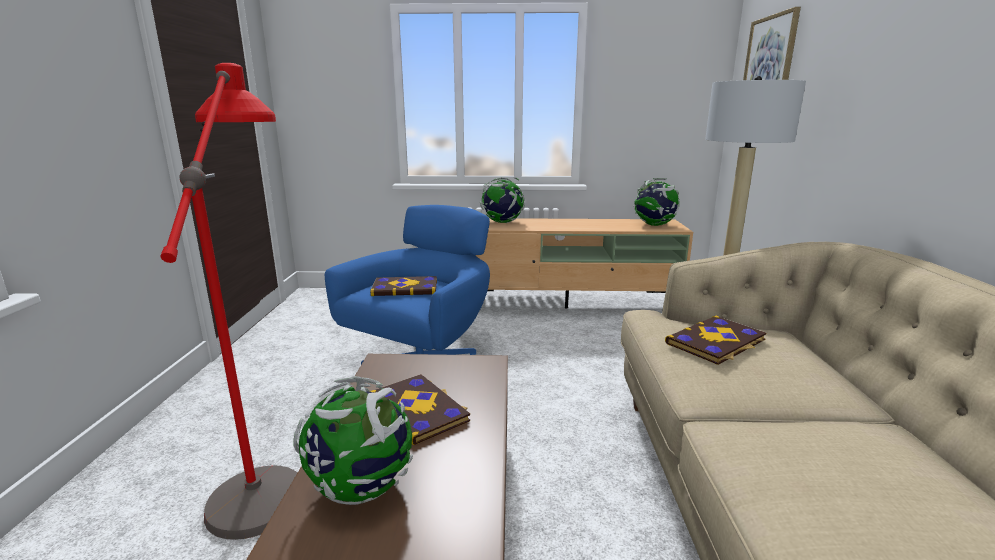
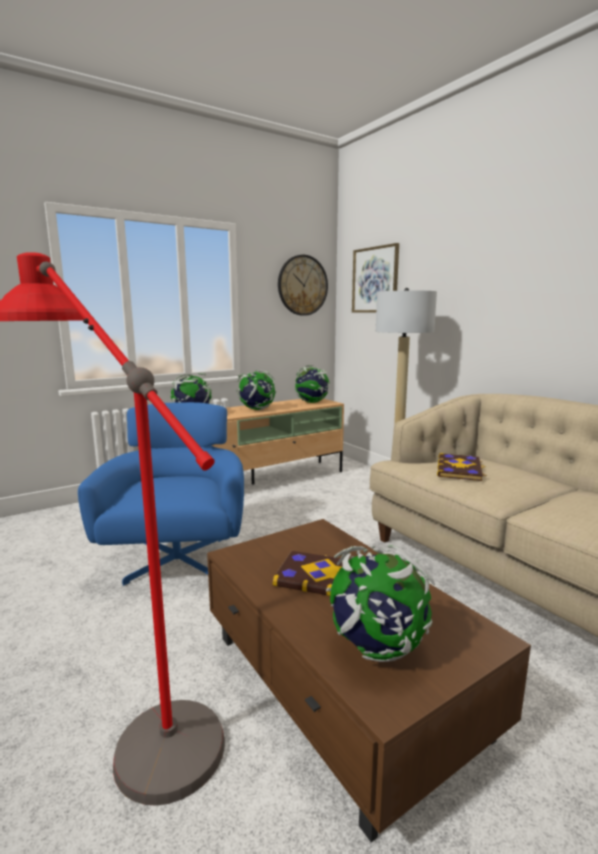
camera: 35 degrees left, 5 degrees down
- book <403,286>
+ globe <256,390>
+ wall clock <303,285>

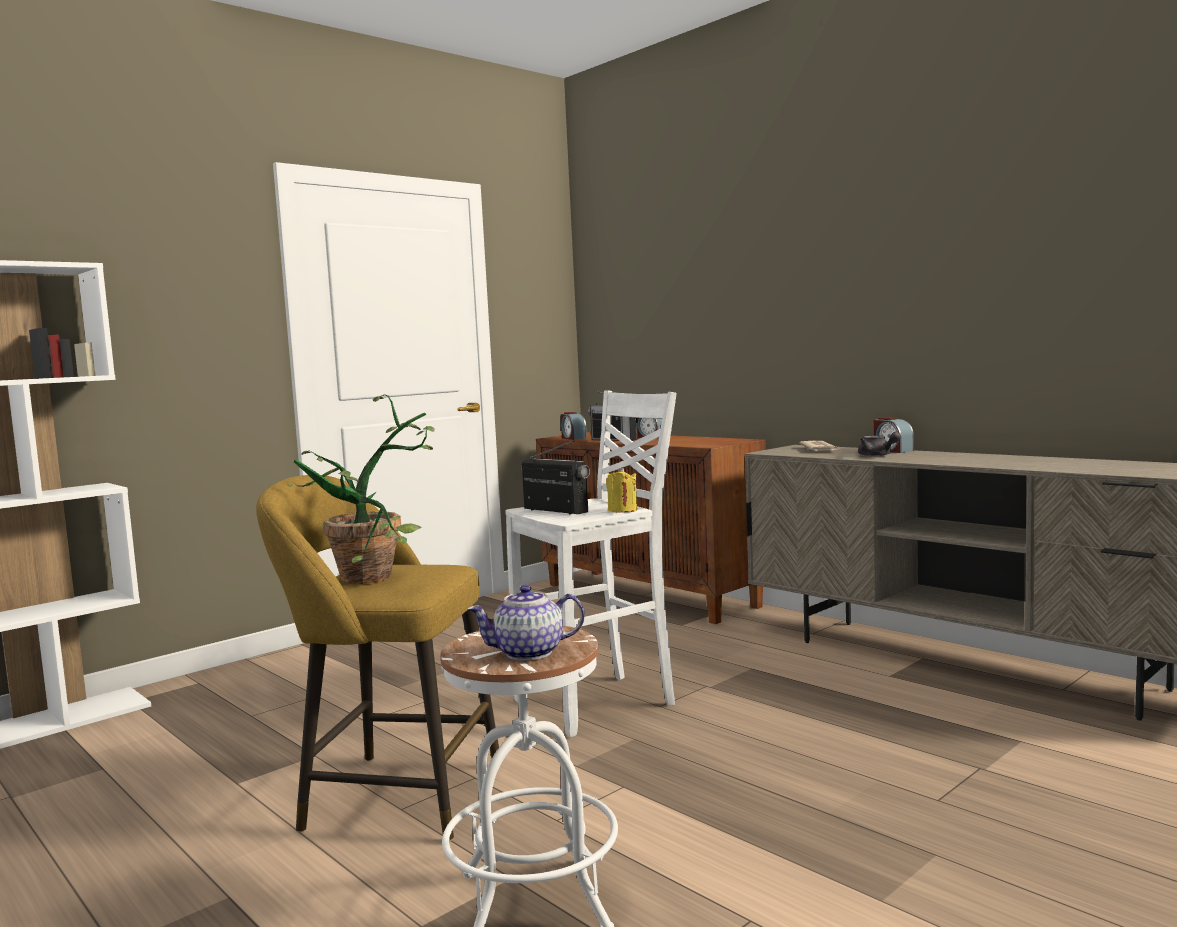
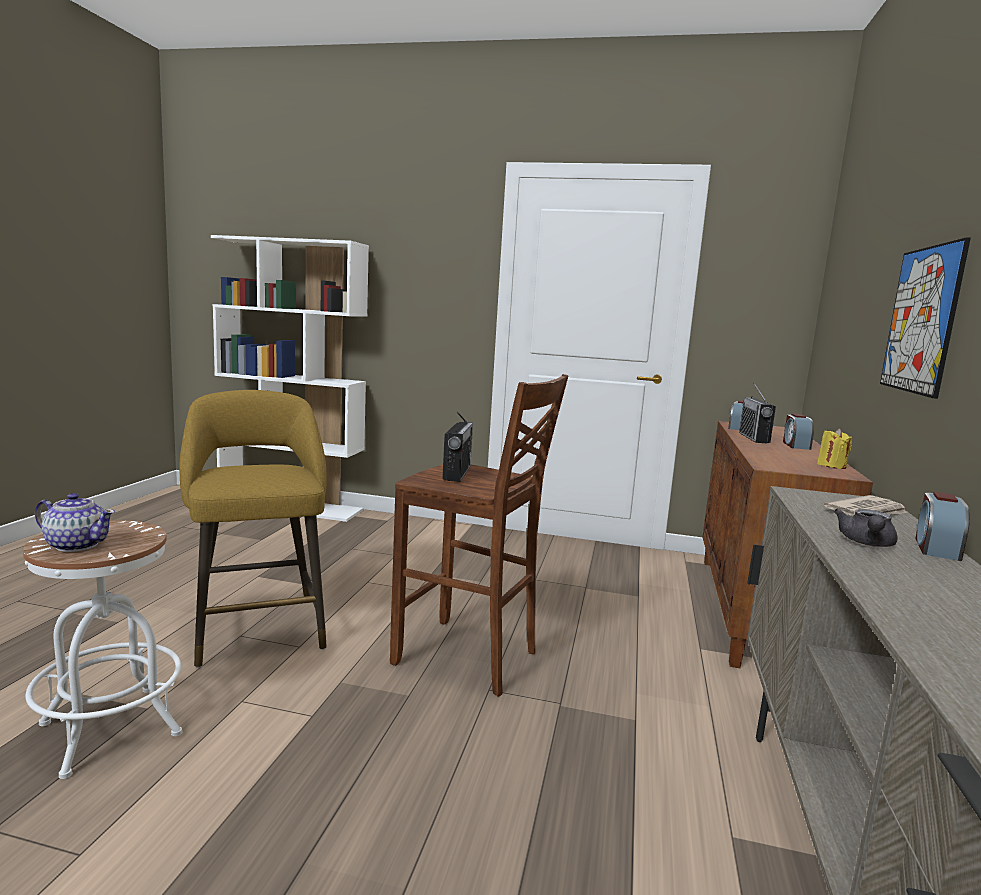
camera: 55 degrees right, 5 degrees up
- potted plant <361,489>
+ picture <925,318>
~ yellow candle <621,490> to <834,448>
~ white stool <591,563> to brown stool <479,535>
~ teapot <526,623> = <75,522> 150 degrees clockwise

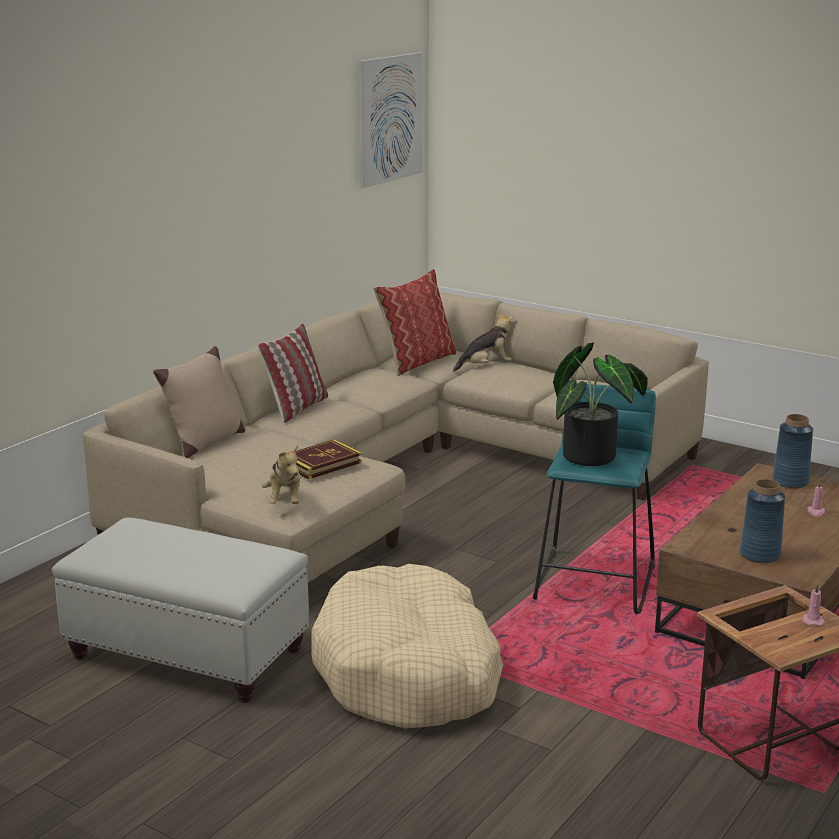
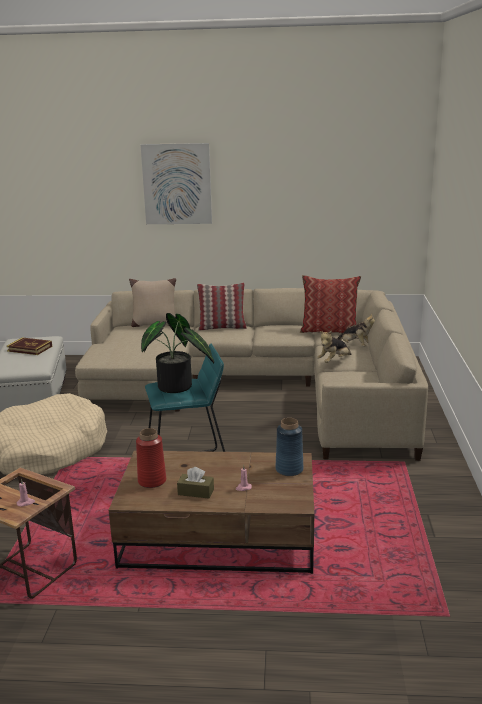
camera: 60 degrees right, 0 degrees up
+ brown tissue box <195,482>
~ plush toy <280,474> to <334,346>
~ book <329,459> to <29,346>
~ picture <390,120> to <176,183>
~ blue vase <762,521> to red vase <151,458>

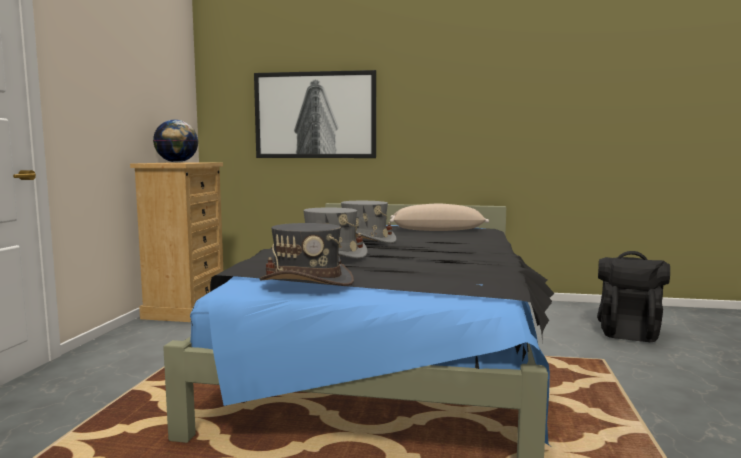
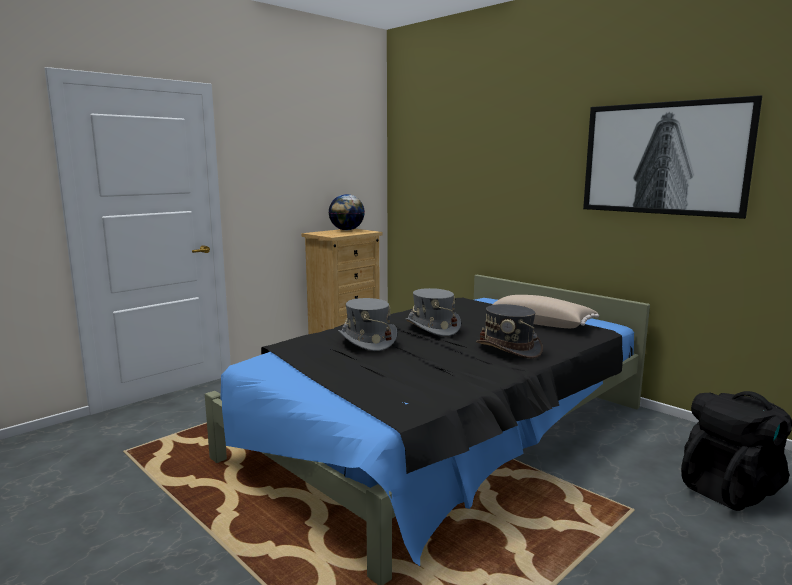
camera: 35 degrees right, 5 degrees up
~ picture <315,114> to <672,157>
~ grey hat <307,254> to <509,331>

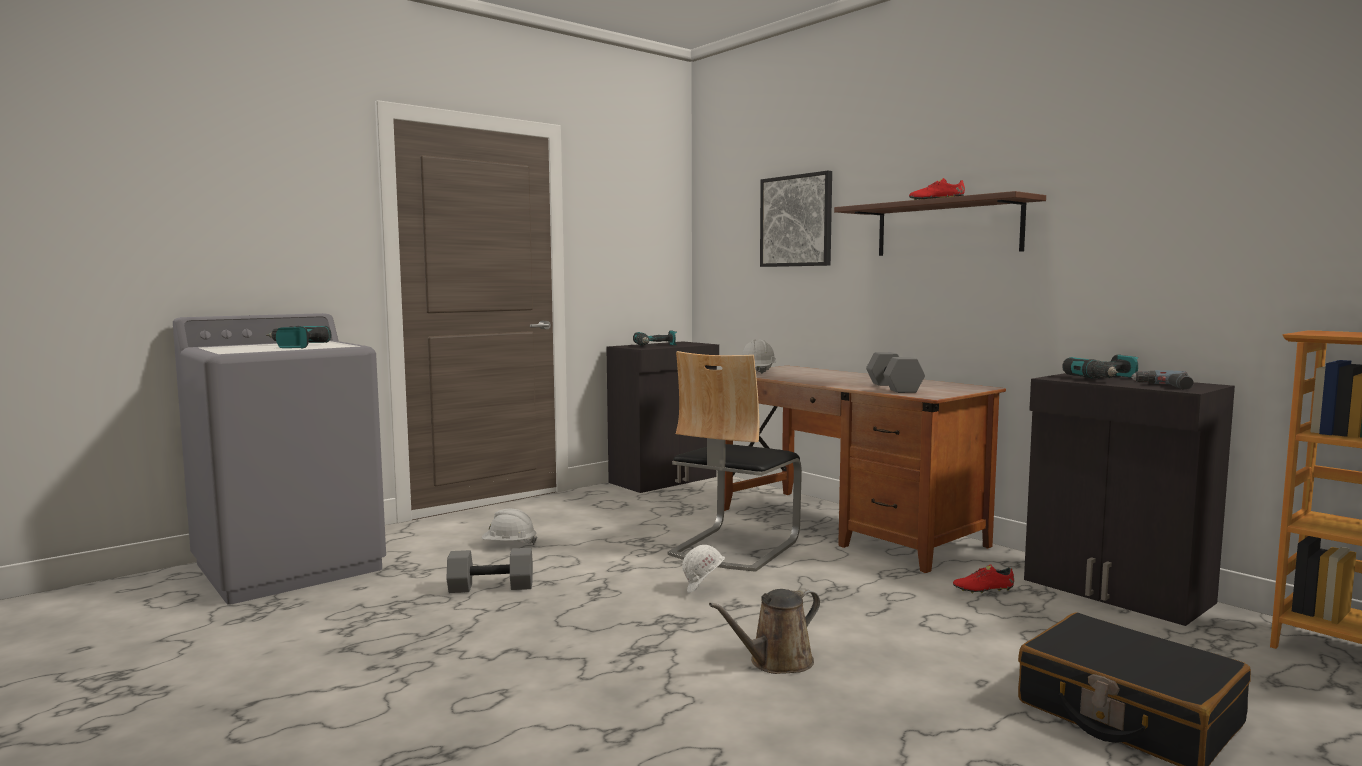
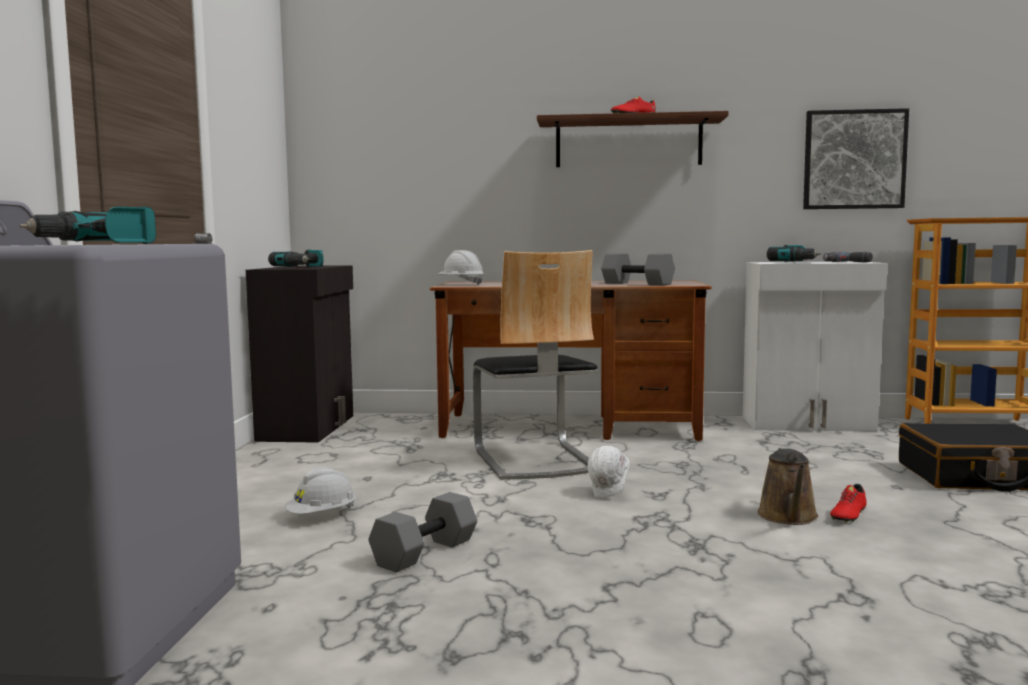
camera: 45 degrees left, 0 degrees up
~ picture <796,219> to <856,158>
~ red shoe <983,578> to <848,503>
~ black cabinet <1129,499> to white cabinet <815,346>

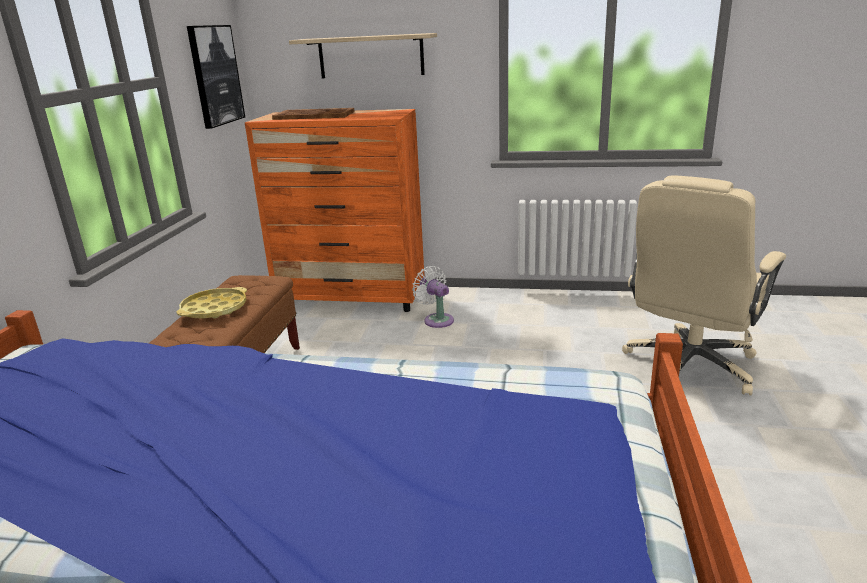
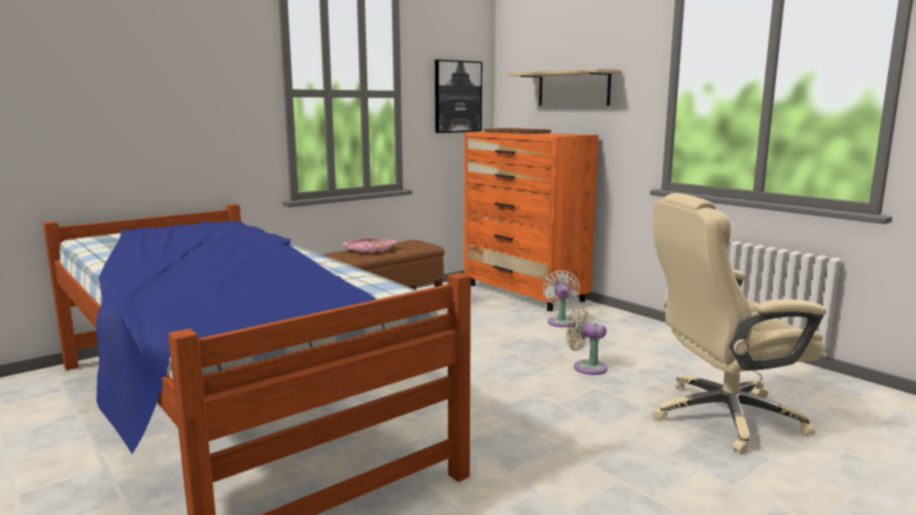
camera: 40 degrees right, 10 degrees down
+ beige fan <587,341>
~ yellow tray <212,303> to pink tray <369,245>

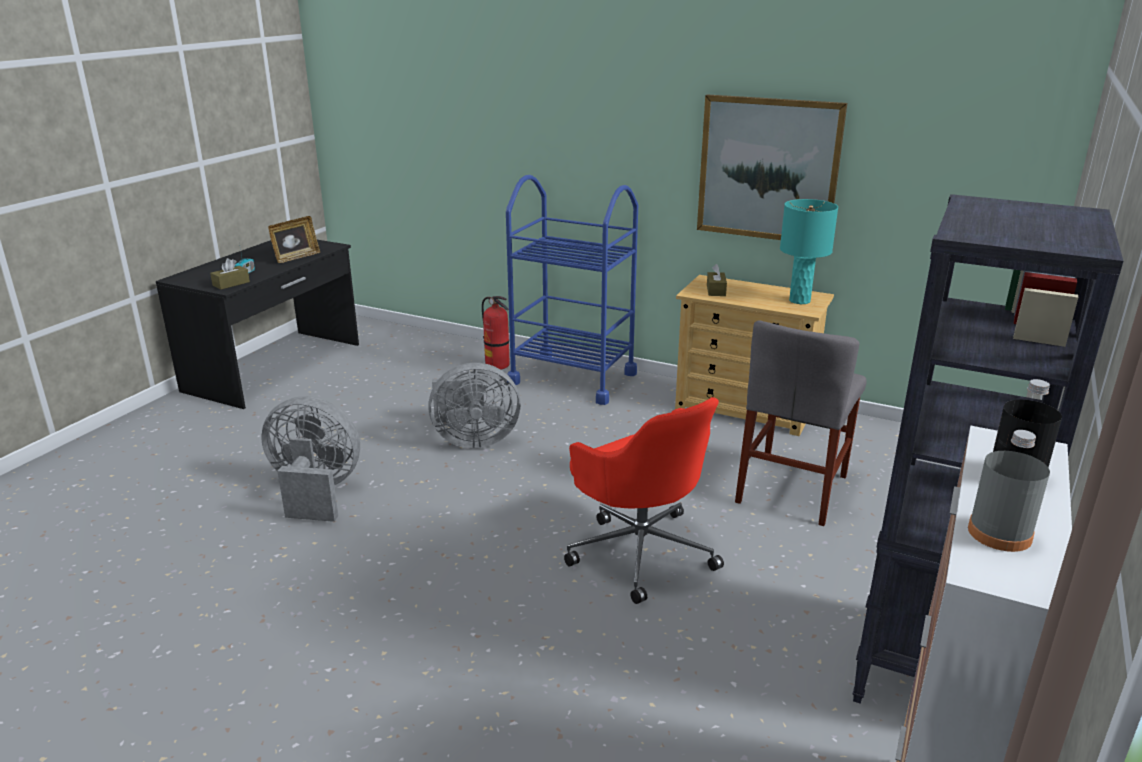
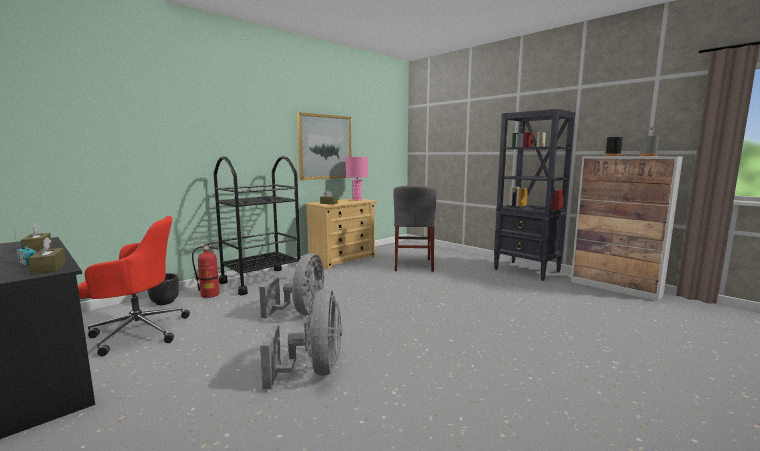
camera: 70 degrees left, 15 degrees down
+ black planter <163,289>
~ red office chair <644,500> to <134,286>
~ picture frame <294,239> to brown tissue box <36,237>
~ blue cart <572,290> to black cart <256,226>
~ turquoise table lamp <809,251> to pink table lamp <357,179>
~ grey fan <310,459> = <301,339> 150 degrees clockwise
~ grey chair <801,423> = <415,228> 45 degrees clockwise

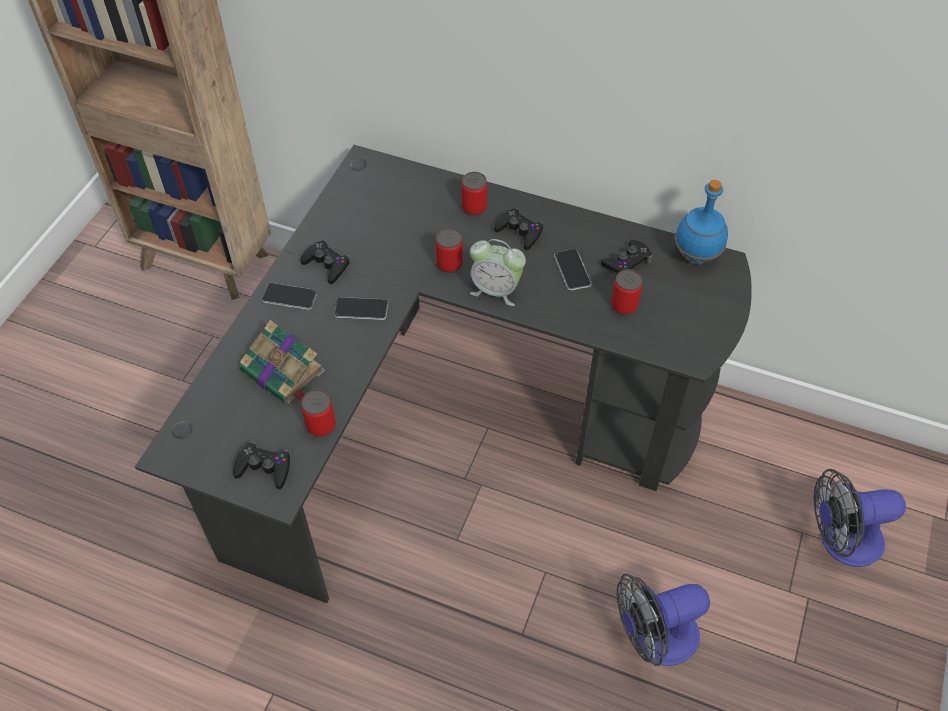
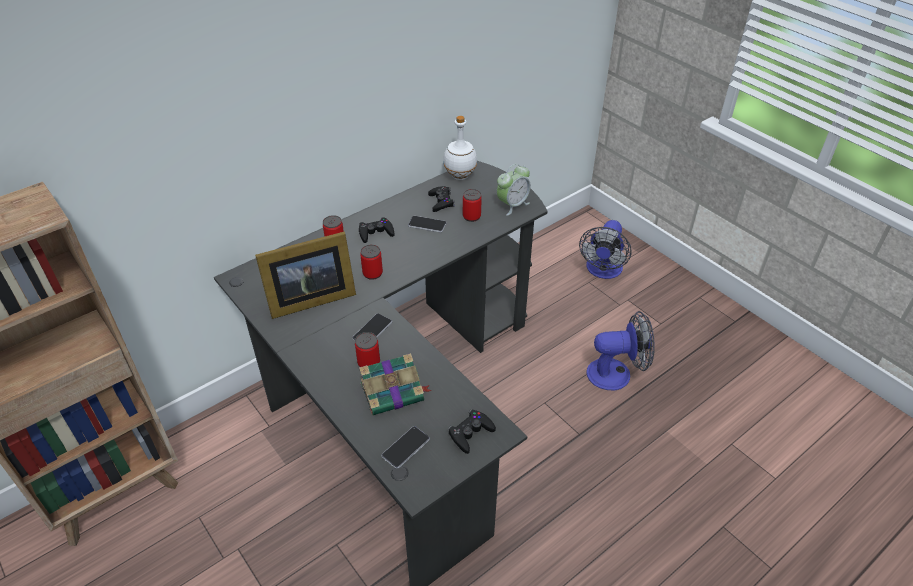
camera: 60 degrees left, 10 degrees down
- black game controller <325,262>
+ picture frame <305,275>
~ phone <289,296> to <406,447>
~ can <318,413> to <367,349>
~ alarm clock <498,272> to <514,190>
~ blue bottle <701,222> to white bottle <460,148>
~ fan <663,620> = <621,351> 105 degrees counterclockwise

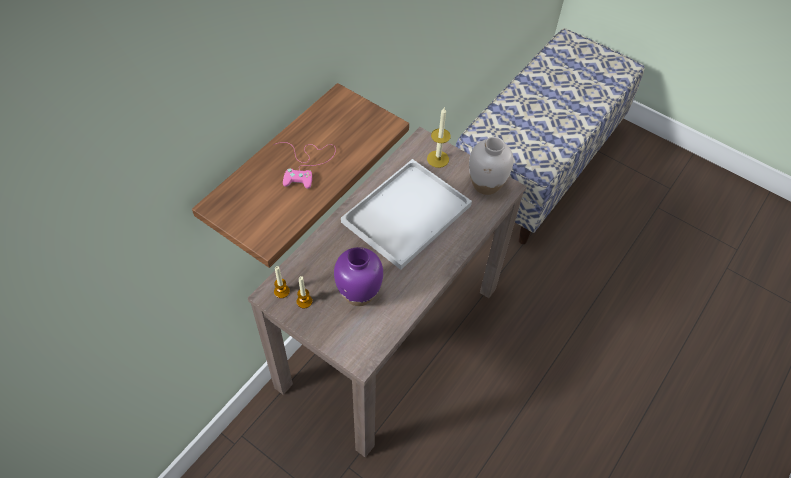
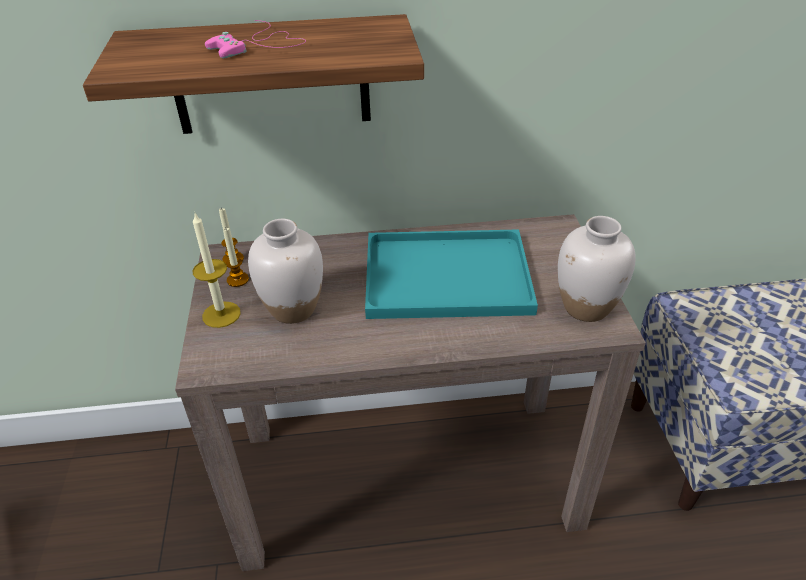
camera: 50 degrees right, 15 degrees down
~ candle <439,138> to <217,270>
~ purple vase <358,276> to white vase <285,271>
~ white tray <406,214> to turquoise tray <451,274>

